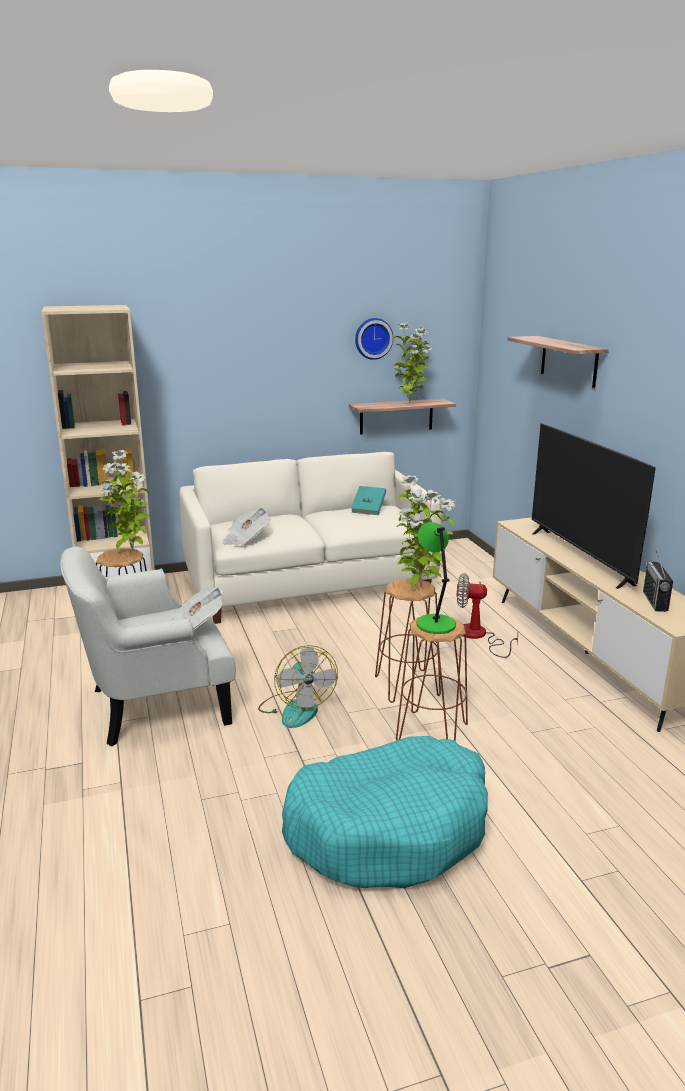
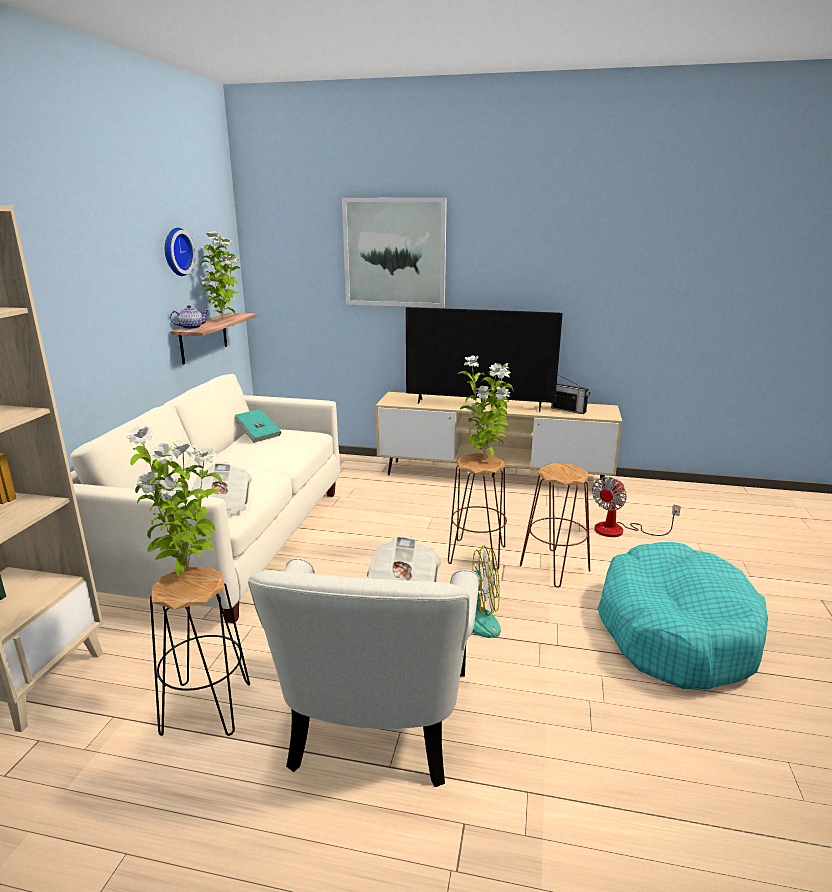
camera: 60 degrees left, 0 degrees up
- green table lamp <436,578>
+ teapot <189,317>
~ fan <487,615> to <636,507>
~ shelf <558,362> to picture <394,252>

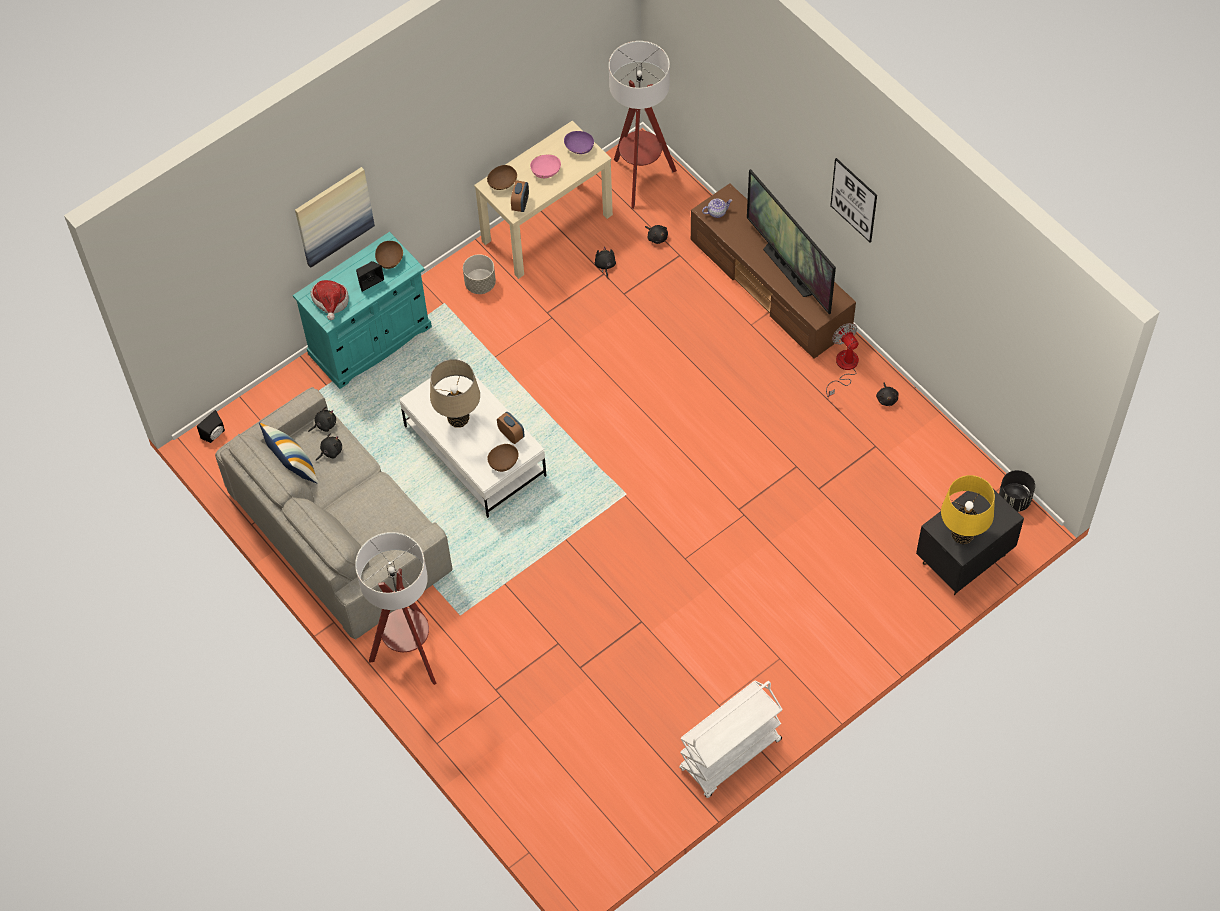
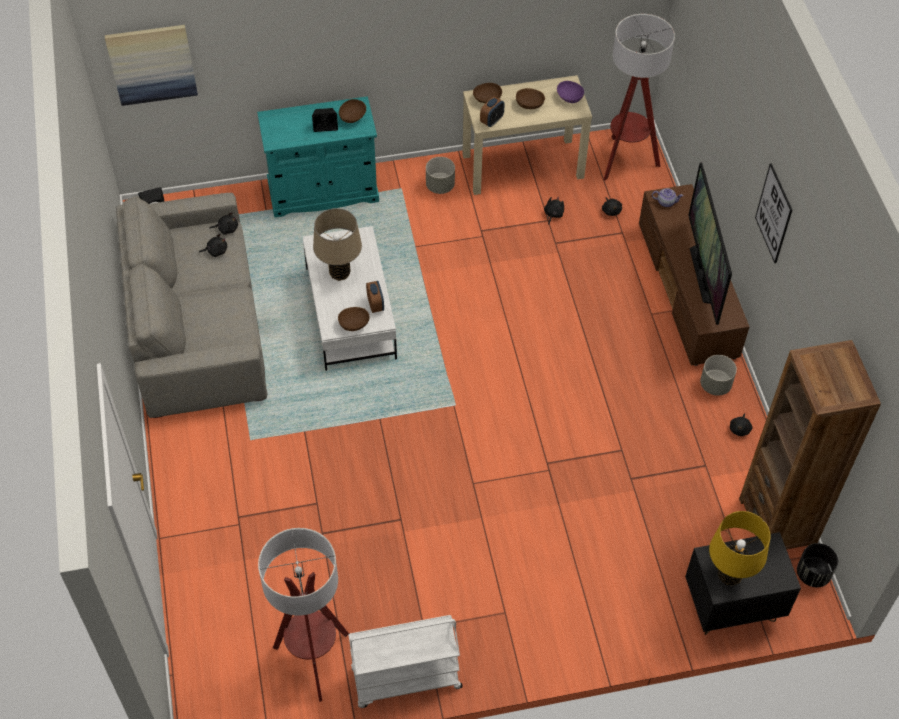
camera: 25 degrees right, 5 degrees down
- pillow <288,453>
- hat <330,300>
+ brown bookcase <810,444>
~ picture <335,217> to <151,65>
~ floor lamp <395,608> to <303,615>
~ fan <842,360> to grey planter <718,375>
~ pink bowl <545,166> to brown bowl <530,98>

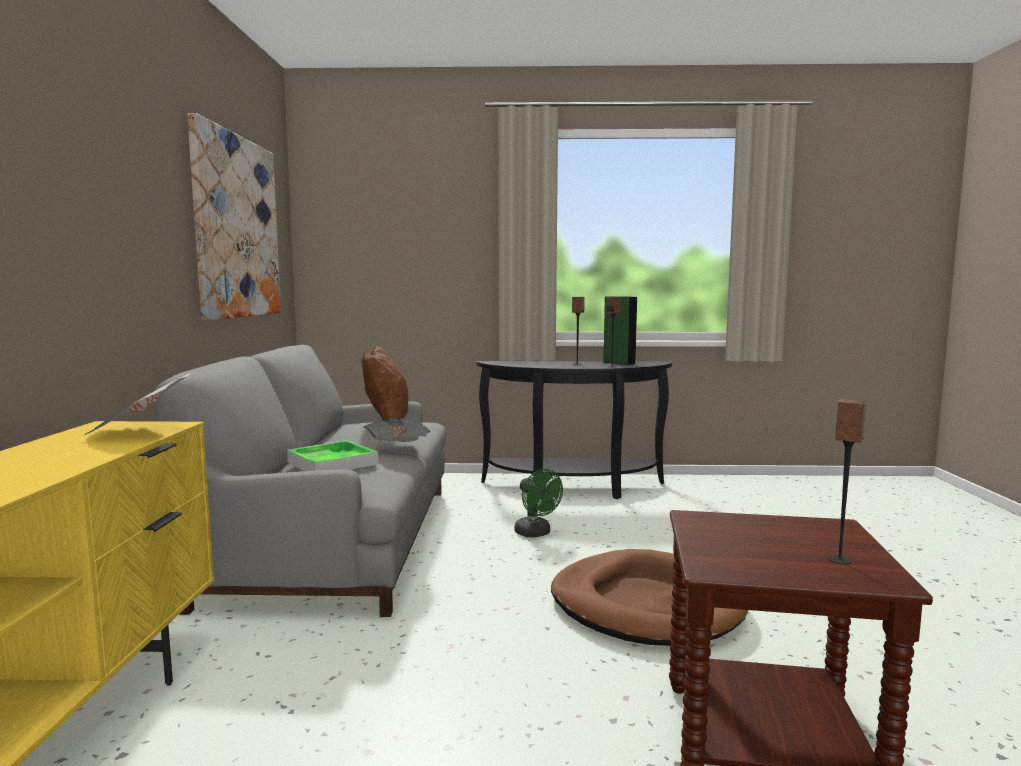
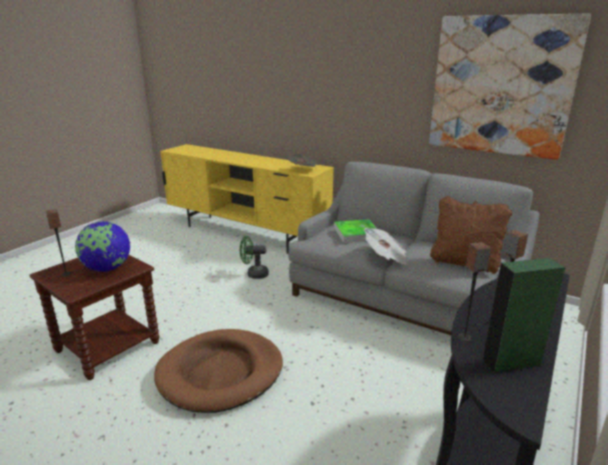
camera: 120 degrees right, 15 degrees up
+ globe <102,246>
~ green fan <539,503> to <254,257>

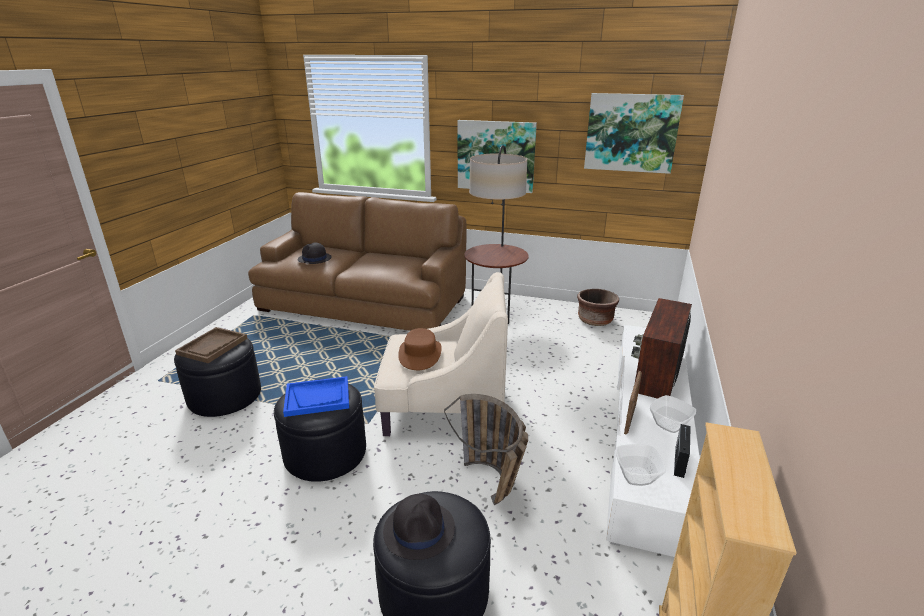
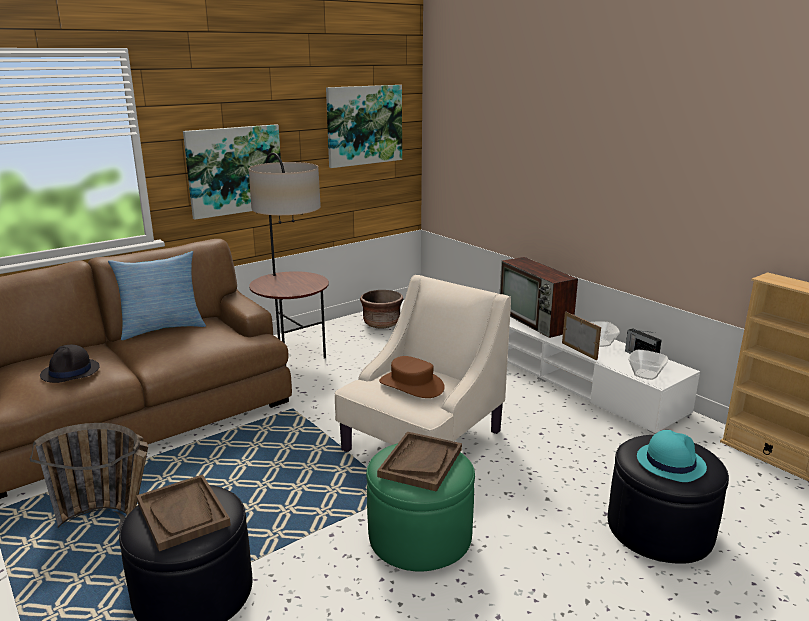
camera: 55 degrees left, 5 degrees down
+ pillow <157,295>
~ basket <486,449> to <88,477>
~ black ottoman <320,430> to green ottoman <420,507>
~ blue tray <316,396> to brown tray <419,462>
~ black hat <419,527> to turquoise hat <672,456>

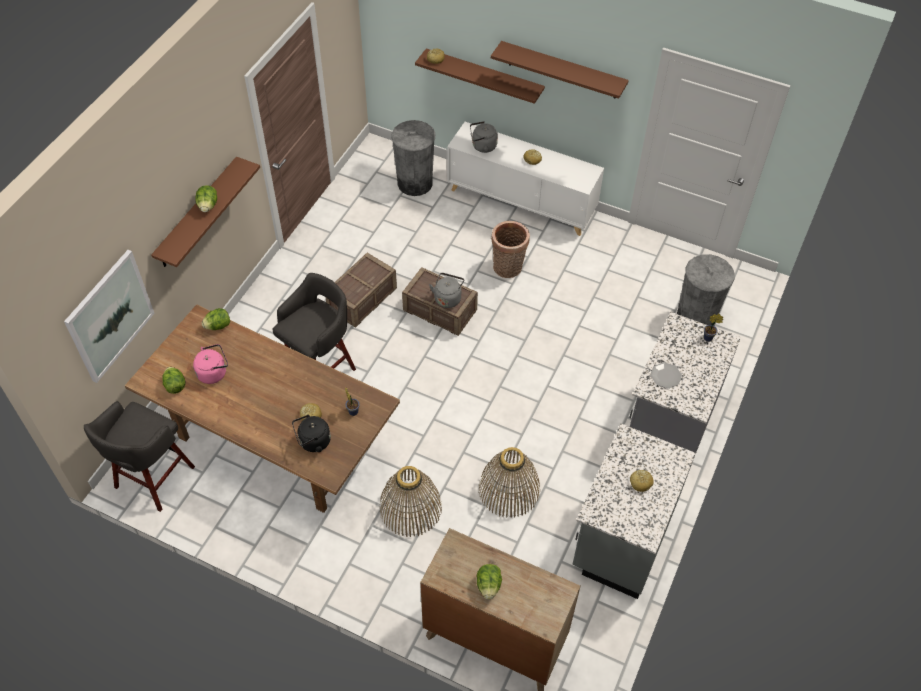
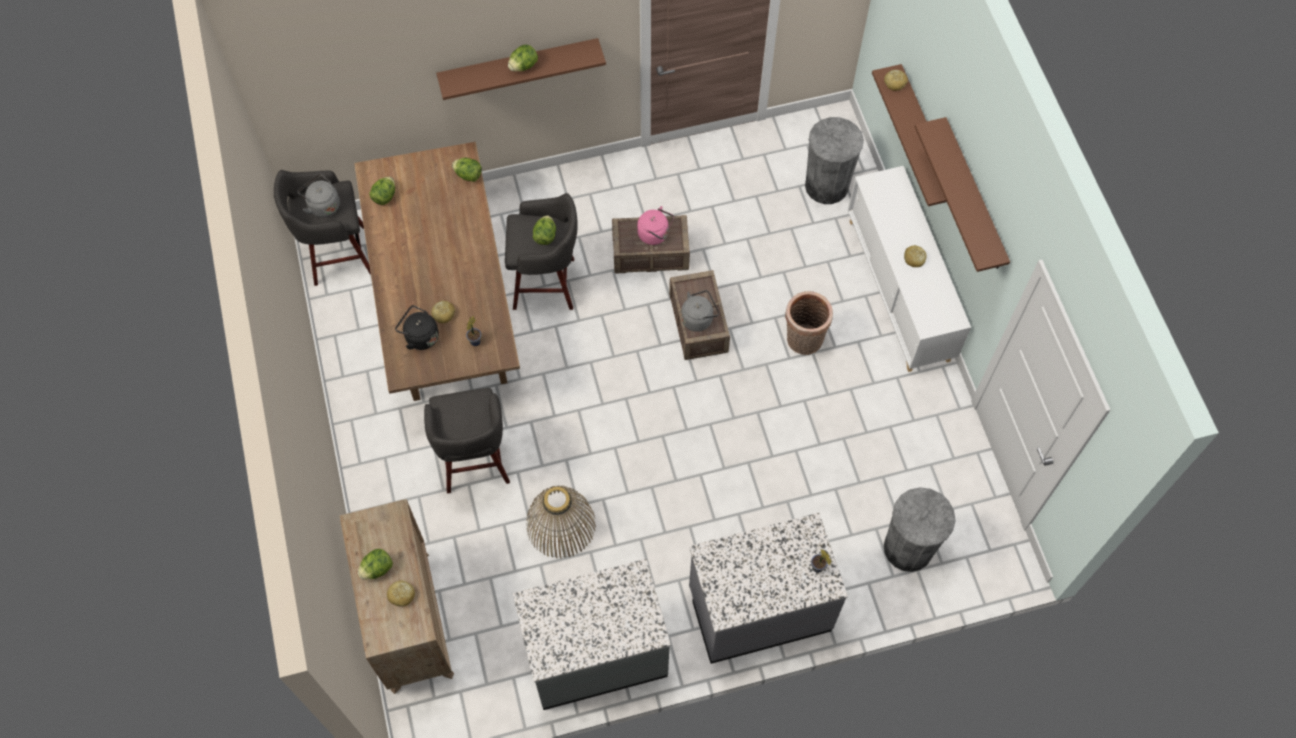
camera: 50 degrees right, 10 degrees up
- picture <109,316>
- plate <666,375>
+ lettuce <544,230>
~ pink kettle <210,364> to <655,225>
~ grey kettle <484,137> to <318,195>
~ bread <642,481> to <401,593>
~ basket <410,501> to grey stool <467,441>

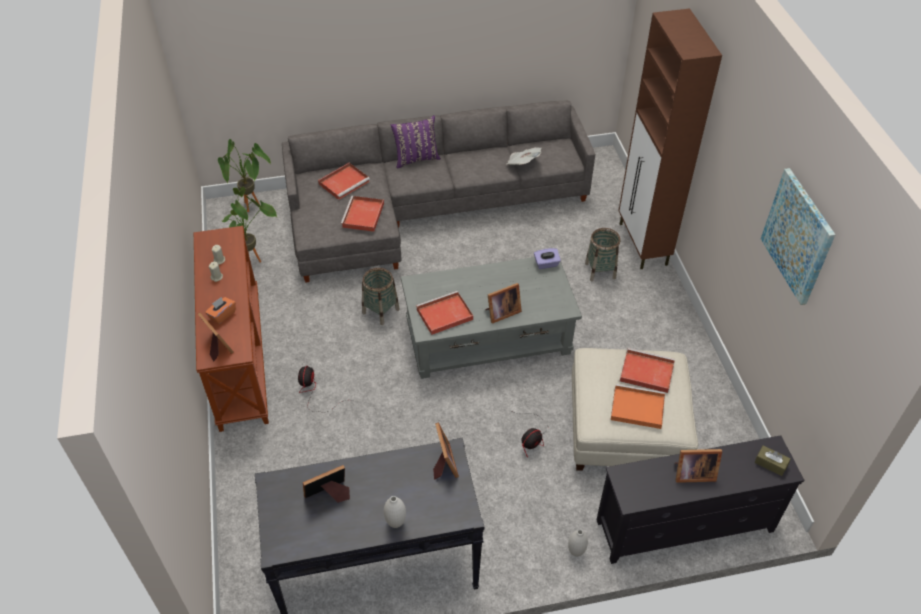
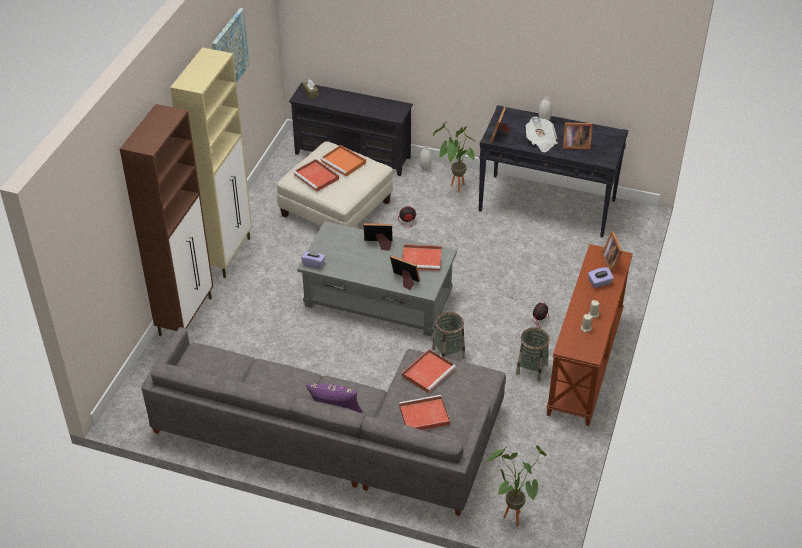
camera: 150 degrees left, 5 degrees down
+ beige cabinet <211,162>
~ potted plant <249,225> to <454,157>
~ newspaper <524,156> to <541,134>
~ basket <602,254> to <533,354>
~ picture frame <698,466> to <405,272>
~ orange tissue box <220,310> to purple tissue box <601,277>

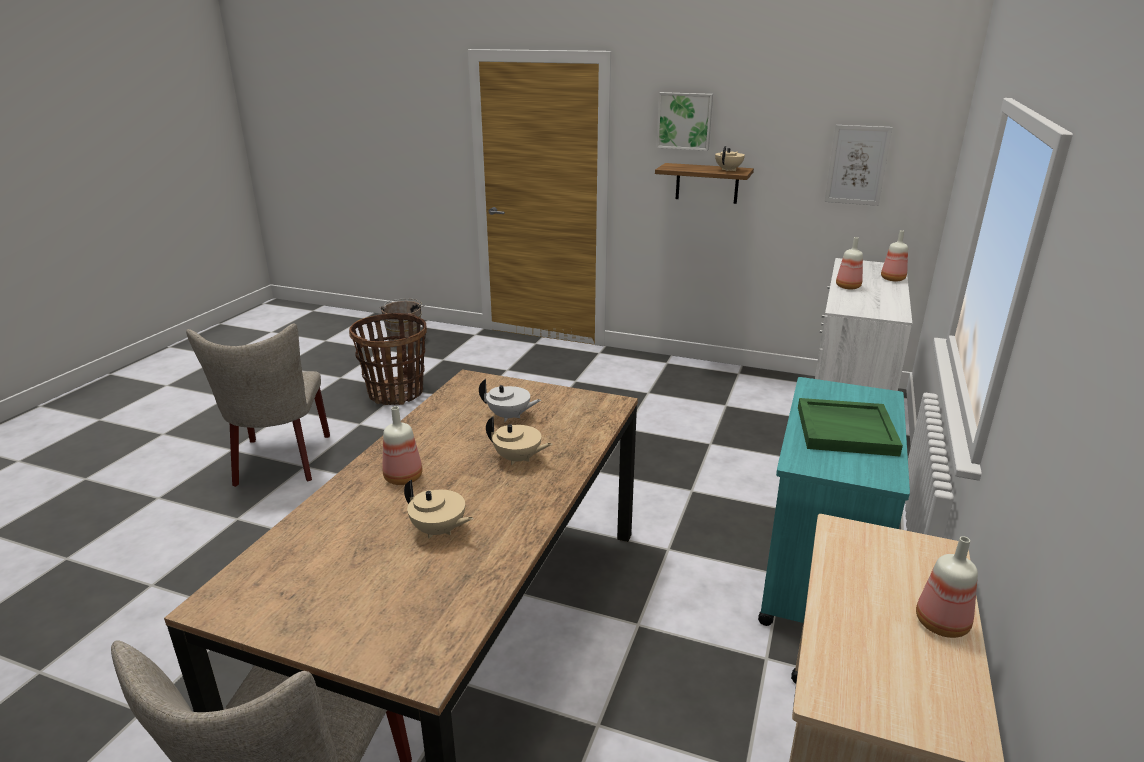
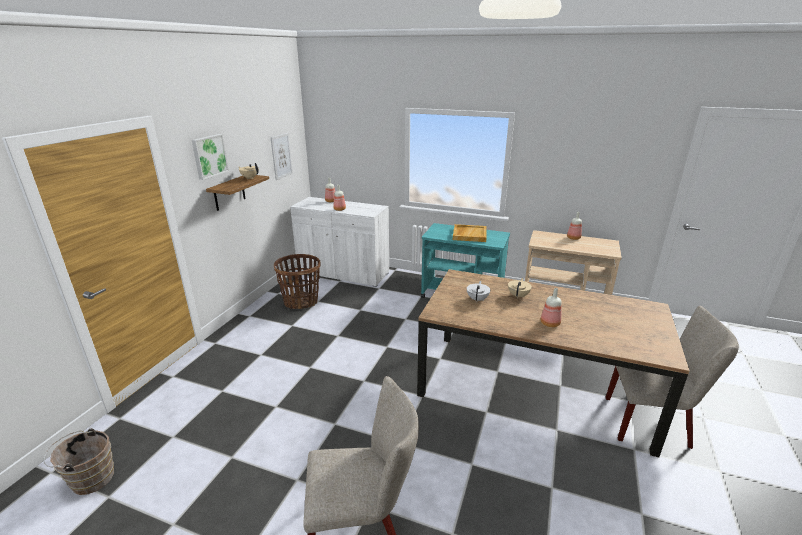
camera: 90 degrees left, 0 degrees up
- beige teapot <438,509>
~ basket <388,359> to <297,281>
~ green tray <850,427> to beige tray <470,233>

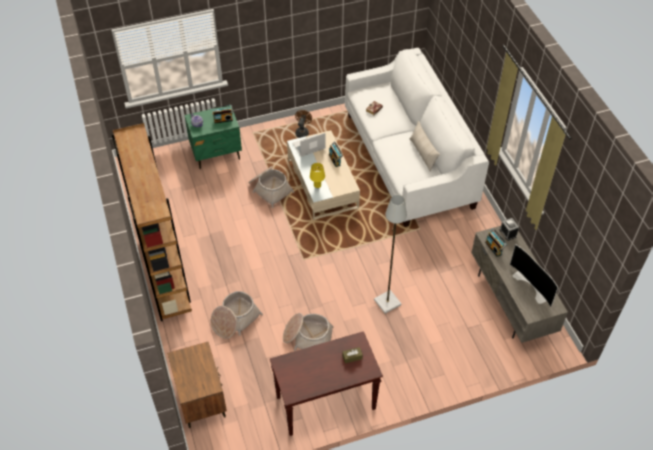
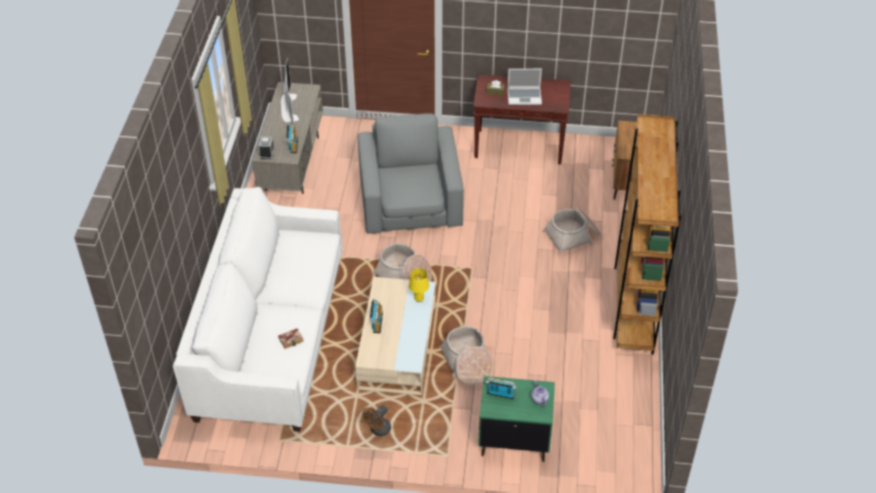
camera: 155 degrees left, 5 degrees down
- beige pillow <425,146>
~ basket <308,331> to <402,262>
~ laptop <309,145> to <524,87>
~ grey floor lamp <390,254> to grey armchair <411,173>

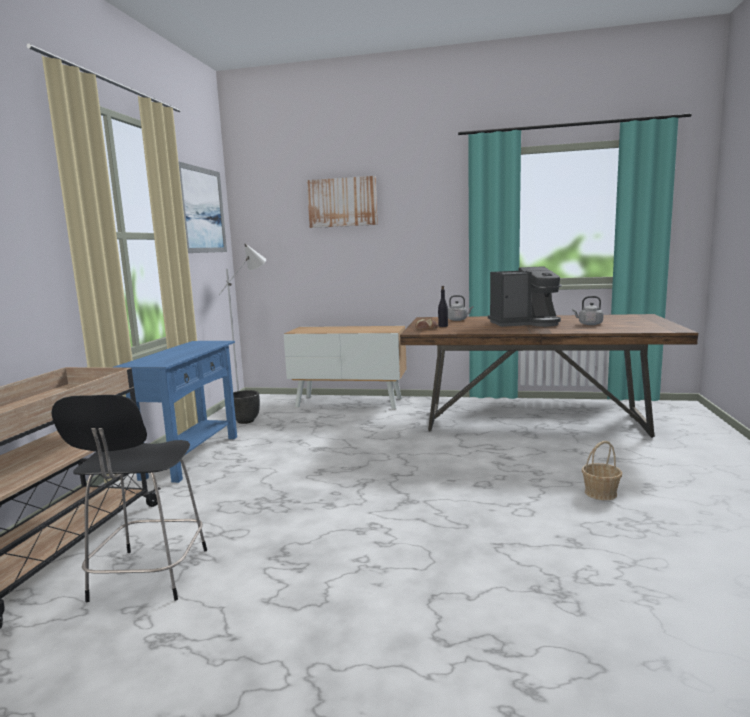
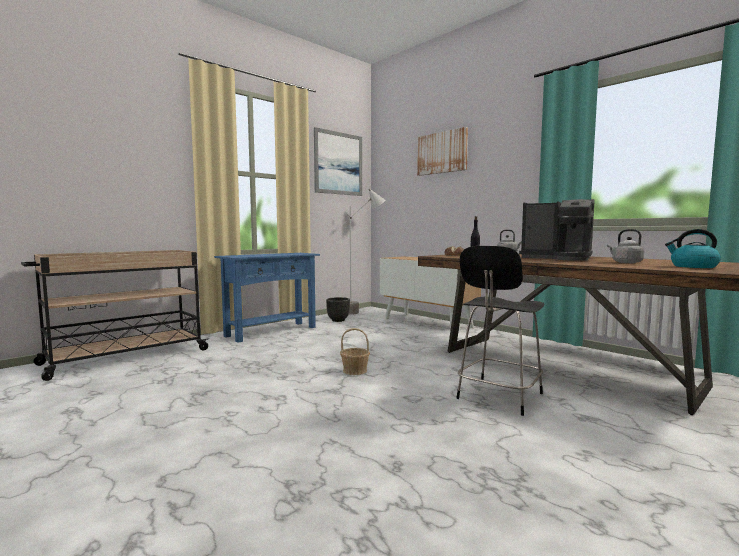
camera: 35 degrees right, 5 degrees down
+ kettle <693,248>
~ black chair <129,498> to <500,331>
~ basket <602,470> to <355,351>

